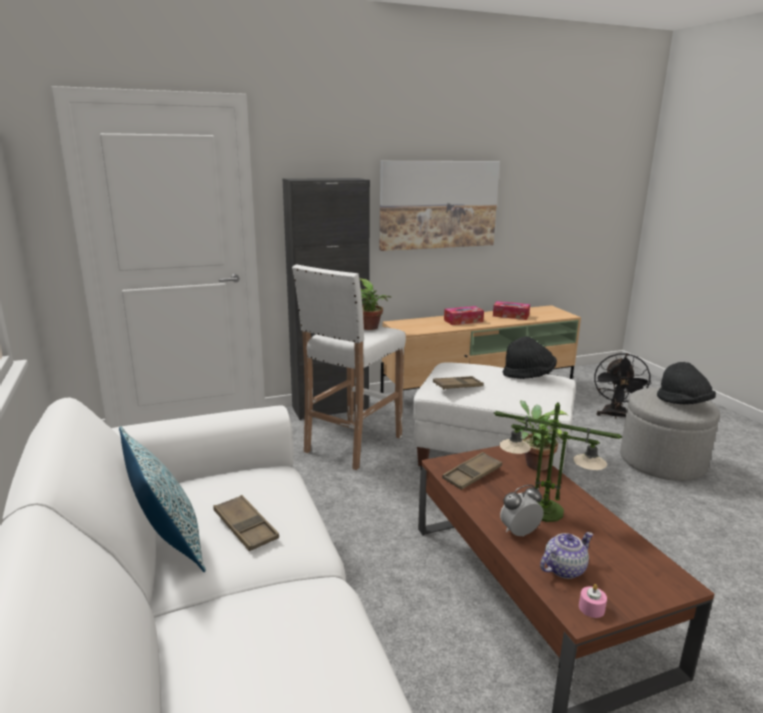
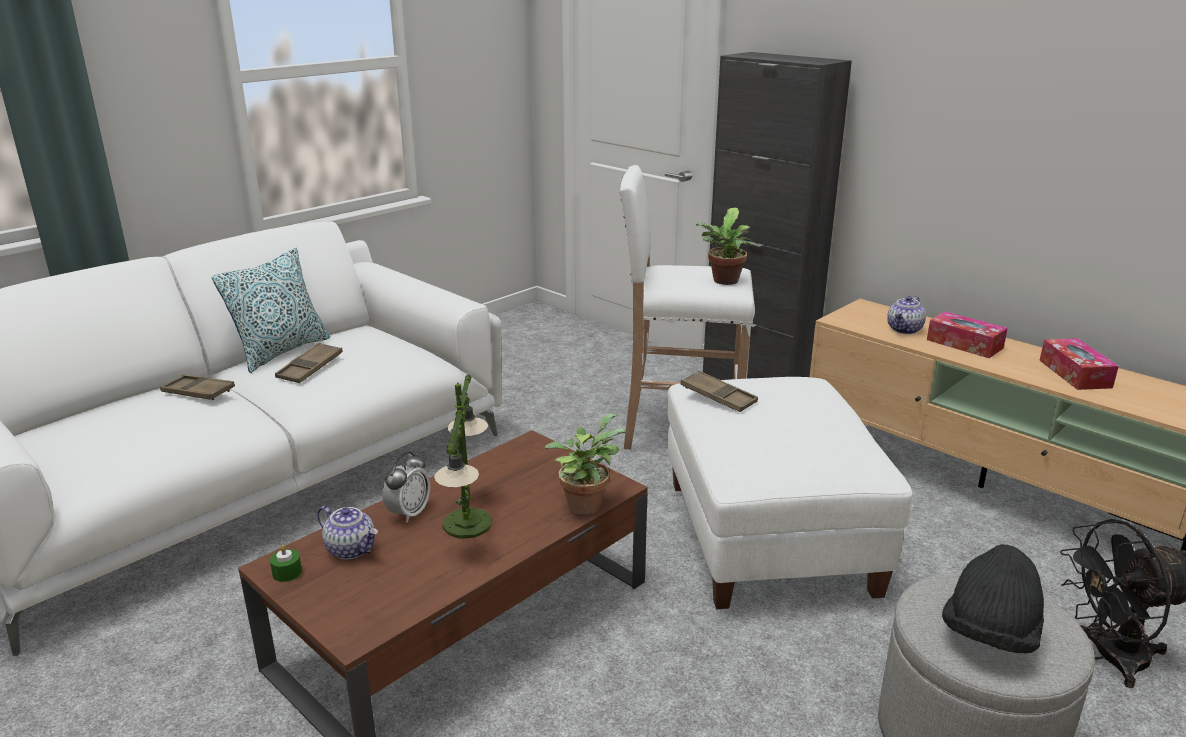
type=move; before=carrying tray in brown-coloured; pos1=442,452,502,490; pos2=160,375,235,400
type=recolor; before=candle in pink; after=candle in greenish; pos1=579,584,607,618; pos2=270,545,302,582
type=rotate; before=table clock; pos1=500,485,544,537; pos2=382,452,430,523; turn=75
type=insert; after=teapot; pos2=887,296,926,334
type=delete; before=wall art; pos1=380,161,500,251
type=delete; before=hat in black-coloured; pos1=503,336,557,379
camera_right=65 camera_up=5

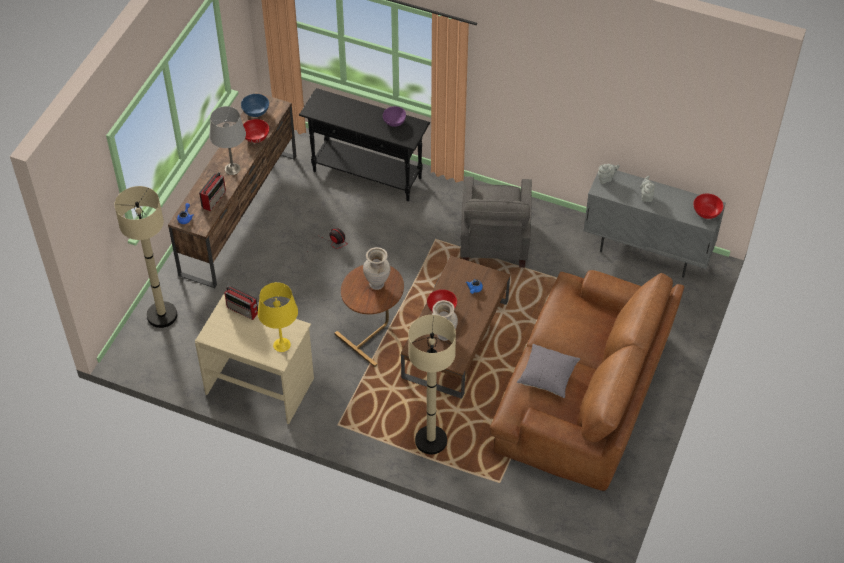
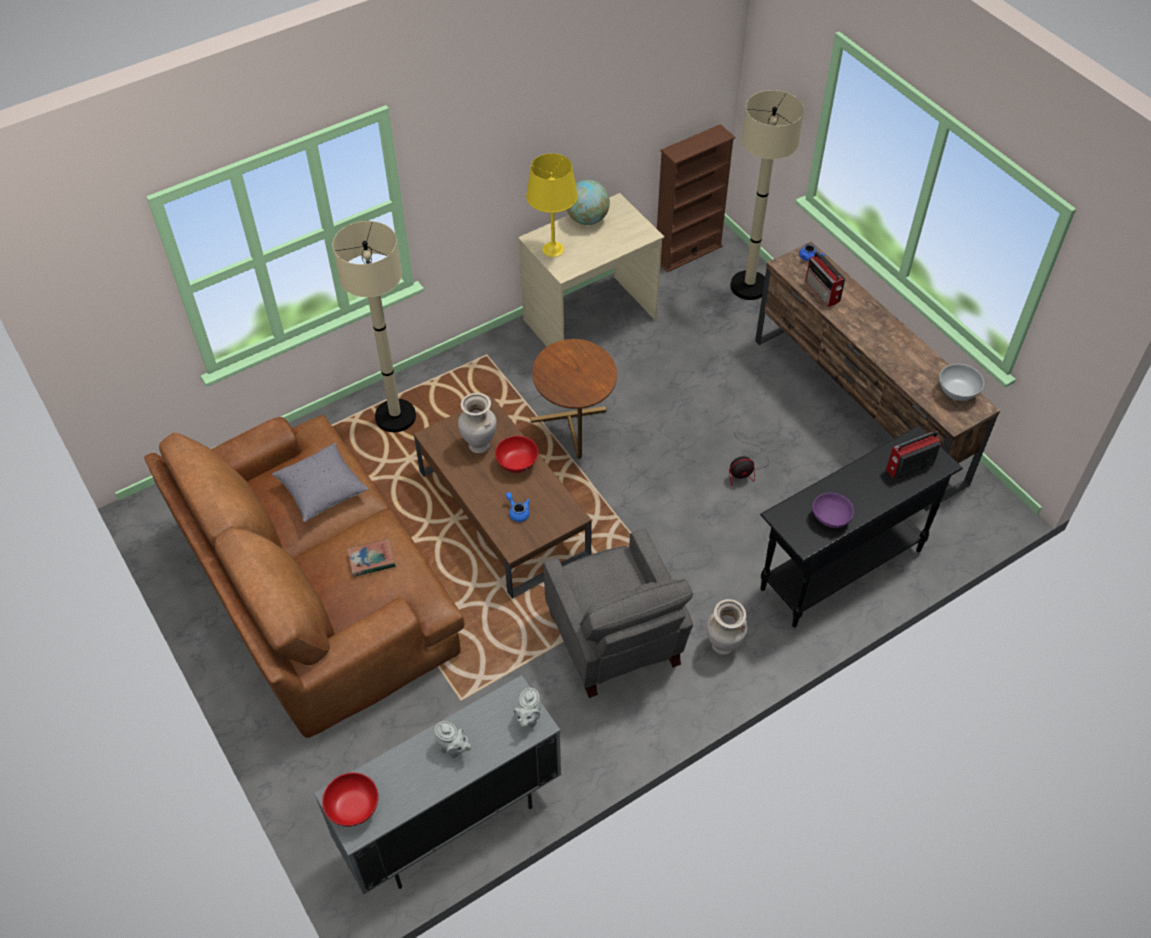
type=insert; after=volume; pos2=347,538,396,577
type=rotate; before=armchair in gray; pos1=460,176,532,268; pos2=543,529,693,698; turn=-150
type=insert; after=globe; pos2=567,180,610,225
type=insert; after=shelving unit in brown-coloured; pos2=657,124,735,272
type=move; before=vase in beige-coloured; pos1=363,247,390,290; pos2=706,599,747,655
type=move; before=radio set; pos1=225,286,258,320; pos2=886,431,941,480
type=recolor; before=deep dish in blue; after=deep dish in white; pos1=241,94,269,117; pos2=939,364,984,401
type=delete; before=tabletop lamp in gray; pos1=209,106,246,175
type=delete; before=deep dish in reddish; pos1=243,119,269,143
camera_right=125 camera_up=0

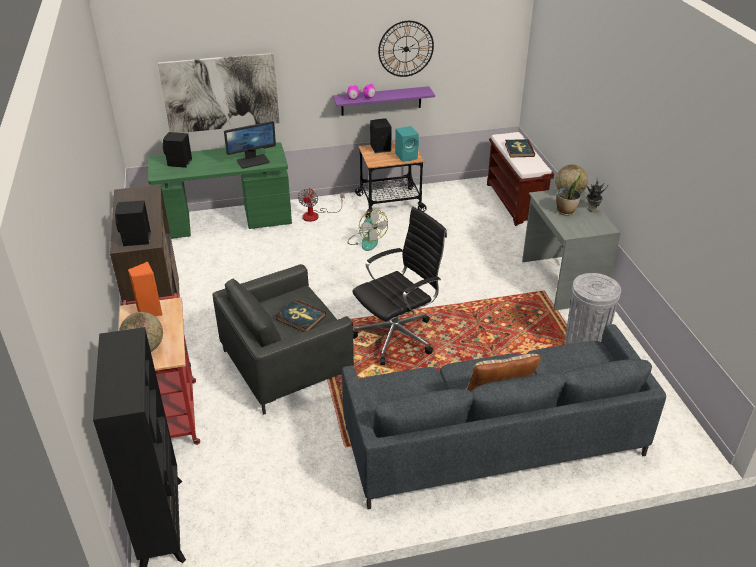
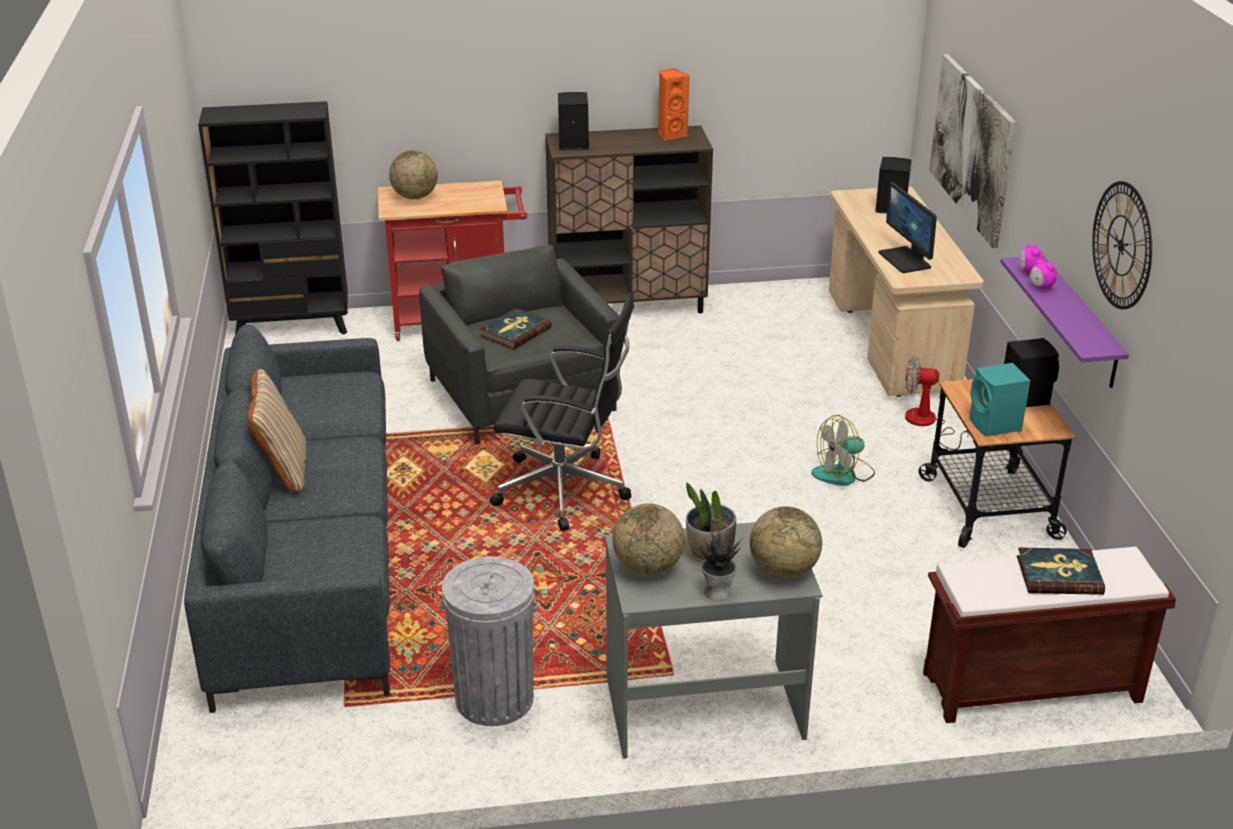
type=rotate; before=office chair in black-coloured; pos1=352,207,447,365; pos2=490,293,634,531; turn=-45
type=insert; after=globe; pos2=613,503,685,576
type=move; before=loudspeaker in orange-coloured; pos1=128,262,163,317; pos2=658,69,690,140
type=recolor; before=desk table in greenish; after=desk table in beige-coloured; pos1=148,142,292,239; pos2=829,187,984,397
camera_right=95 camera_up=-5

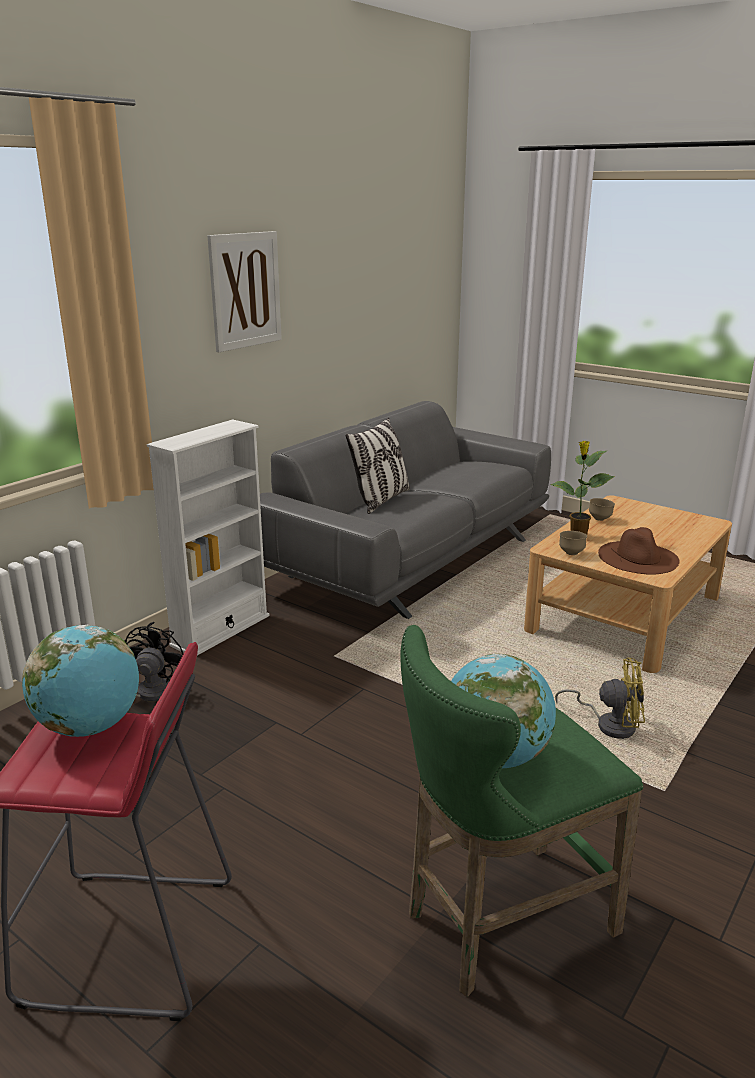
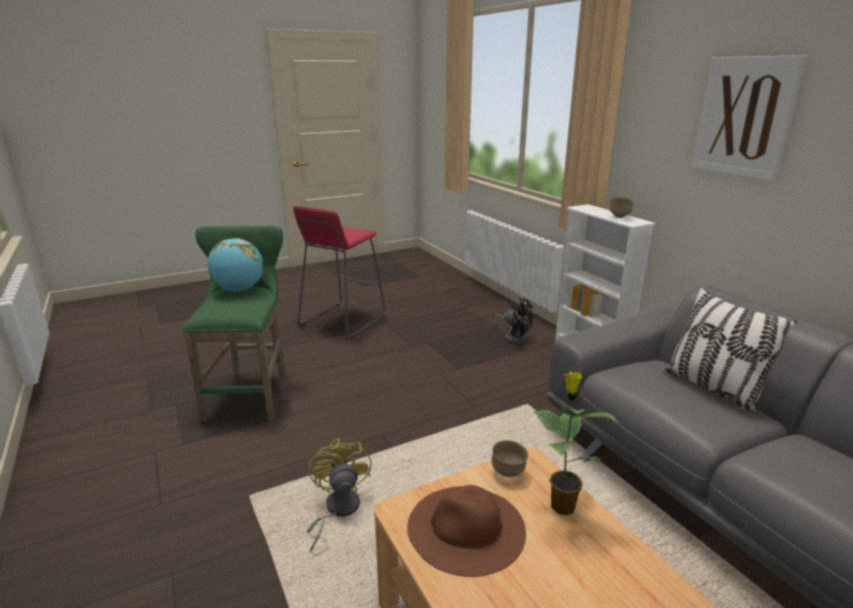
type=rotate; before=electric fan in yellowish; pos1=555,658,645,739; pos2=307,438,372,552; turn=135
type=move; before=deep dish in brown-coloured; pos1=589,498,615,521; pos2=609,197,634,218
type=delete; before=globe; pos1=22,625,139,737
camera_right=115 camera_up=0

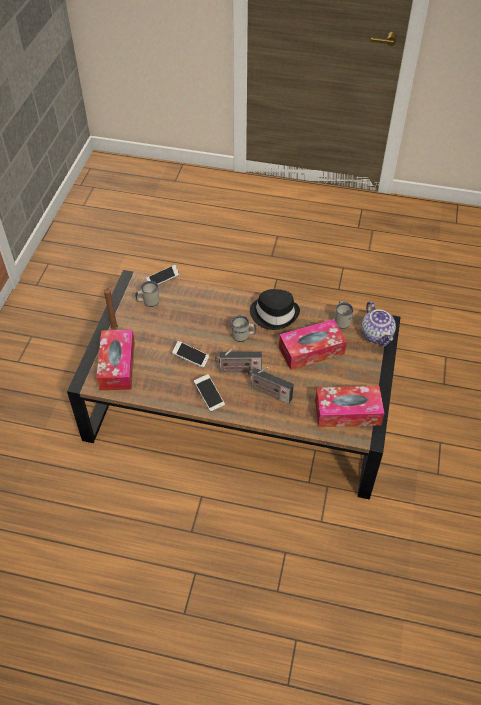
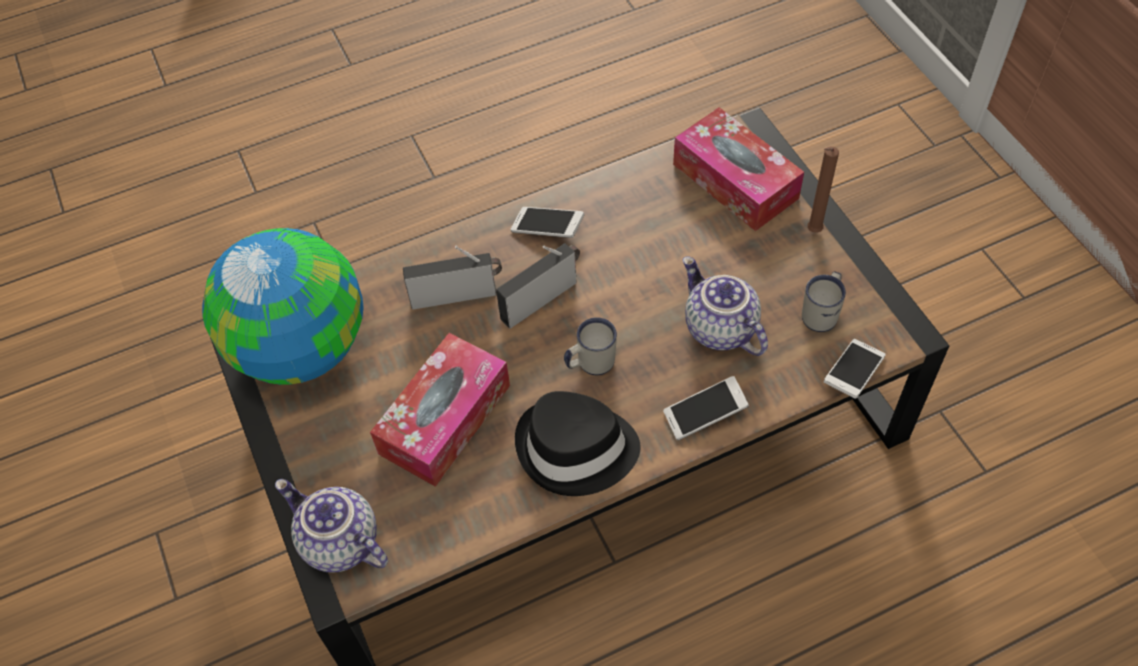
type=replace; before=tissue holder; after=globe; pos1=315,386,384,427; pos2=202,228,364,385
type=move; before=handset; pos1=172,341,209,368; pos2=663,376,749,440
type=insert; after=teapot; pos2=683,256,768,356
type=delete; before=tea mug in white; pos1=335,301,354,329
camera_right=145 camera_up=5

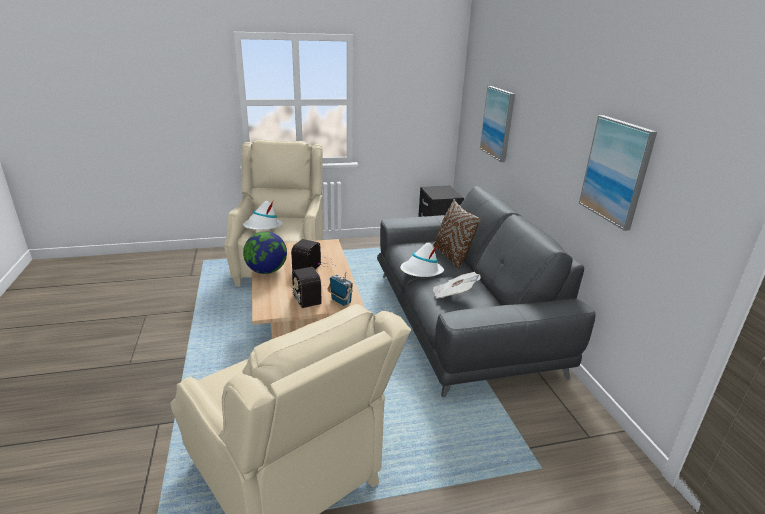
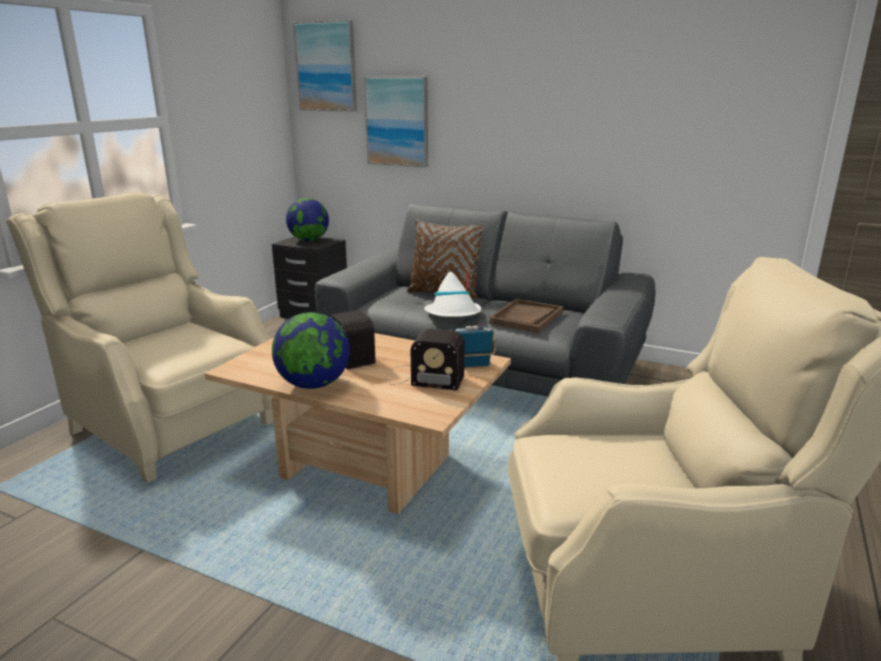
type=insert; after=globe; pos2=286,198,329,241
type=move; before=wall art; pos1=579,115,657,231; pos2=293,20,357,112
type=replace; before=printed paper; after=carrying tray in brown-coloured; pos1=433,272,481,299; pos2=489,299,563,333
type=delete; before=hat in white; pos1=243,201,283,230
camera_right=-50 camera_up=-5

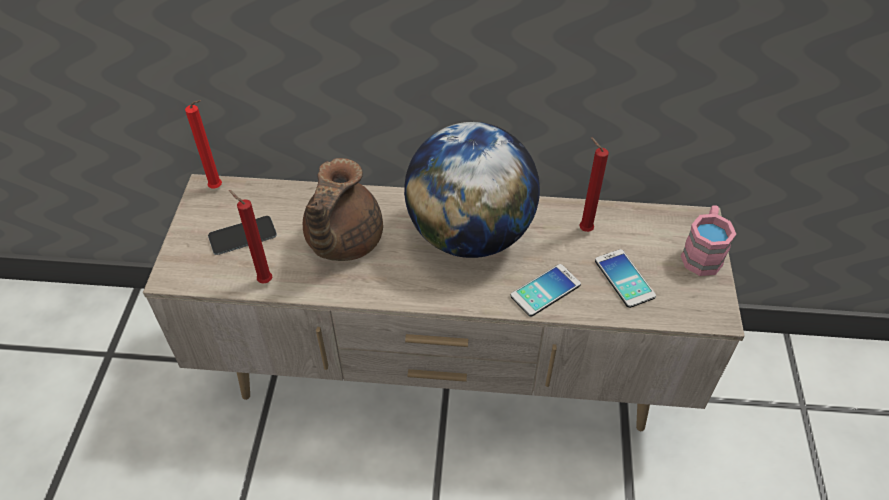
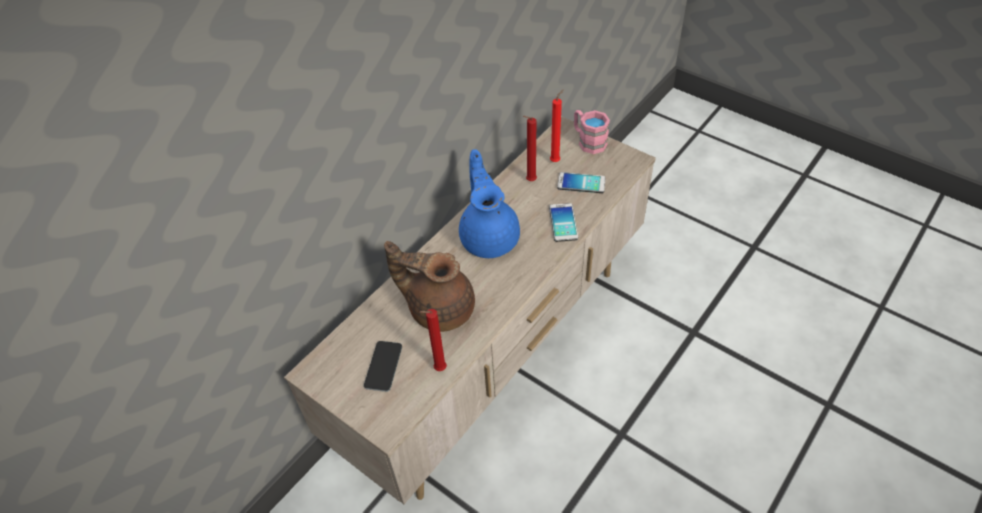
type=rotate; before=teapot in brown-coloured; pos1=303,158,383,261; pos2=384,241,475,332; turn=150
type=replace; before=globe; after=teapot in blue; pos1=404,122,540,258; pos2=459,149,520,258
type=move; before=candle in reddish; pos1=185,100,222,188; pos2=550,89,564,162
camera_right=-55 camera_up=0

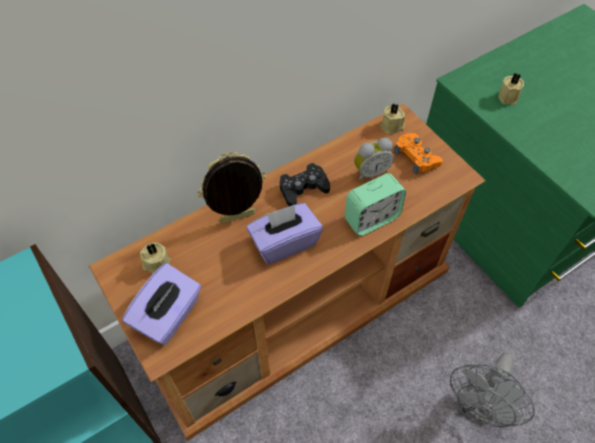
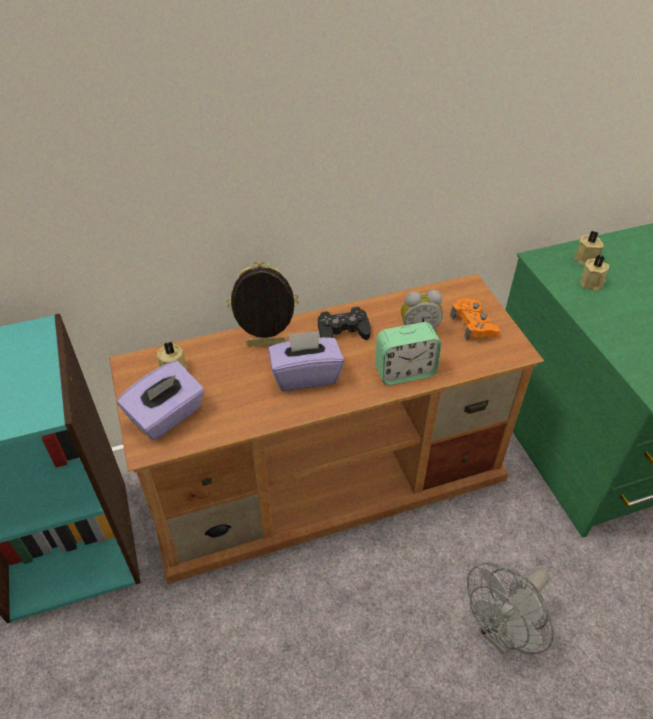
type=move; before=candle in beige-coloured; pos1=380,104,405,135; pos2=573,231,604,265
camera_right=15 camera_up=-10

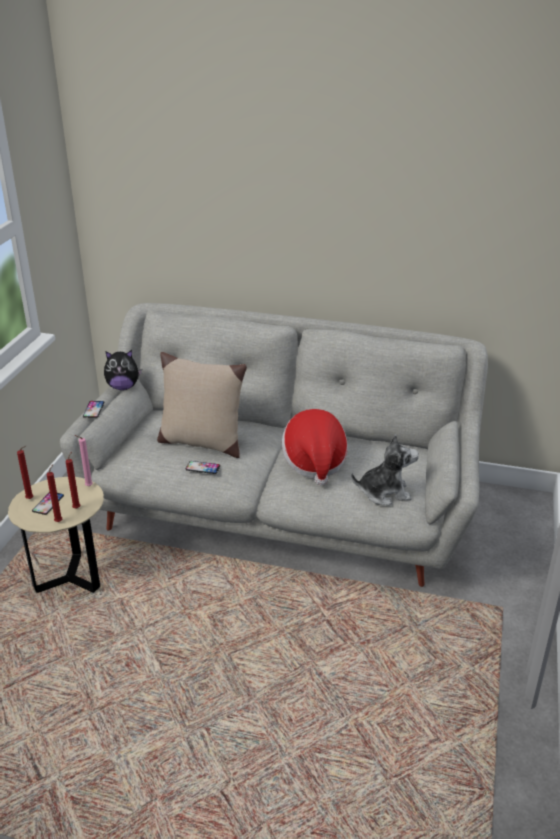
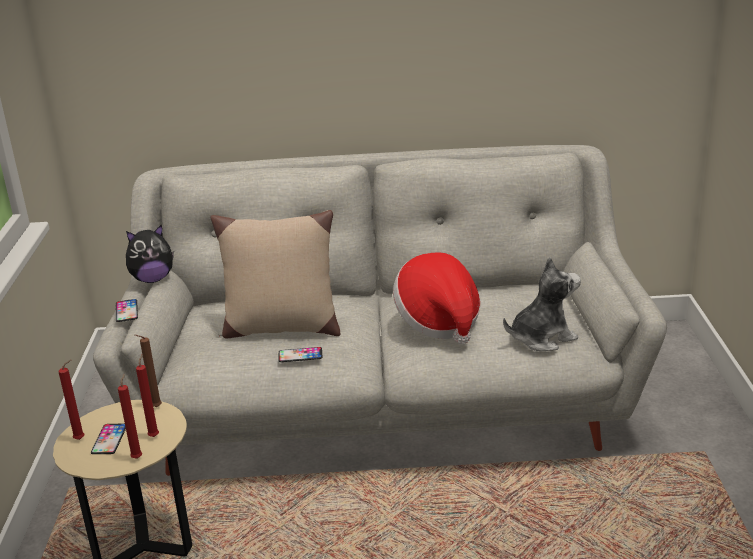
type=recolor; before=candle in pink; after=candle in brown-coloured; pos1=74,435,93,486; pos2=134,335,162,407
camera_right=-15 camera_up=-5

